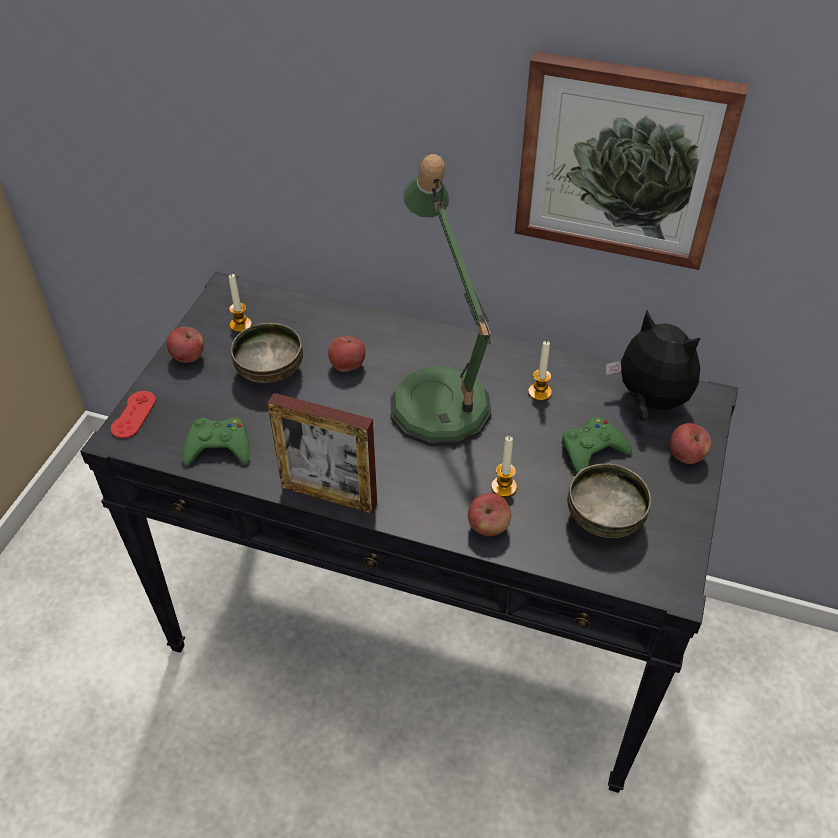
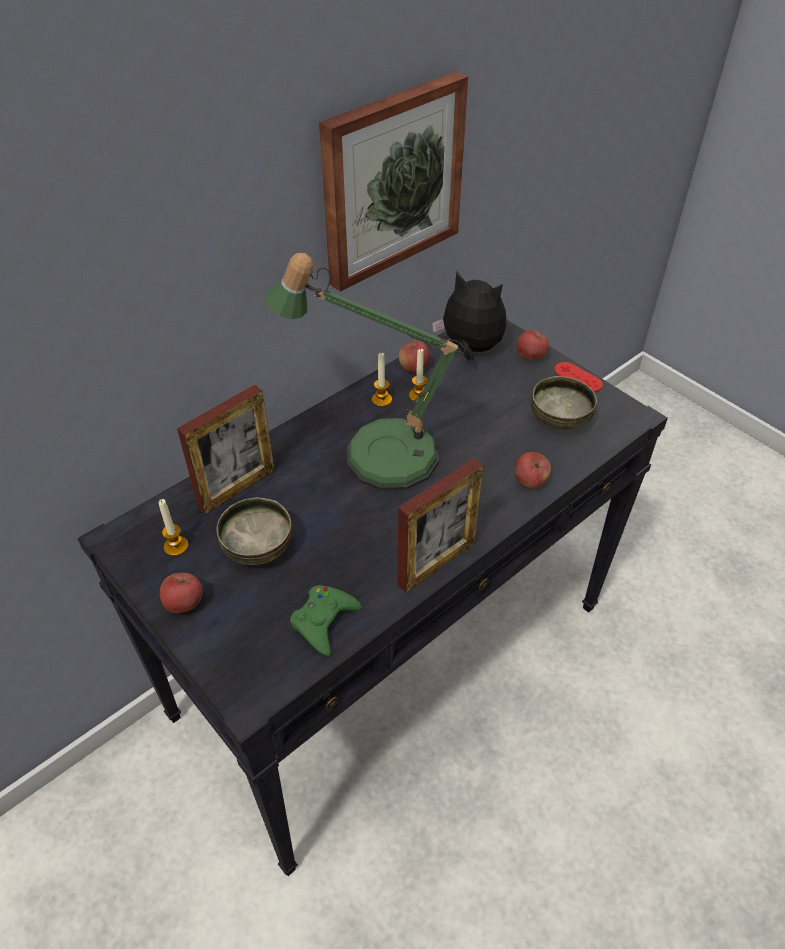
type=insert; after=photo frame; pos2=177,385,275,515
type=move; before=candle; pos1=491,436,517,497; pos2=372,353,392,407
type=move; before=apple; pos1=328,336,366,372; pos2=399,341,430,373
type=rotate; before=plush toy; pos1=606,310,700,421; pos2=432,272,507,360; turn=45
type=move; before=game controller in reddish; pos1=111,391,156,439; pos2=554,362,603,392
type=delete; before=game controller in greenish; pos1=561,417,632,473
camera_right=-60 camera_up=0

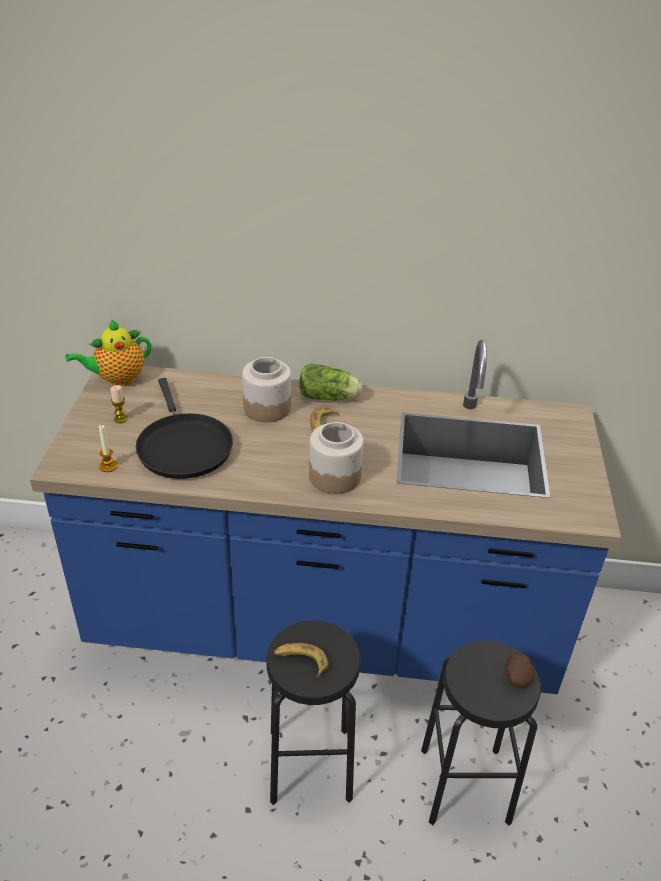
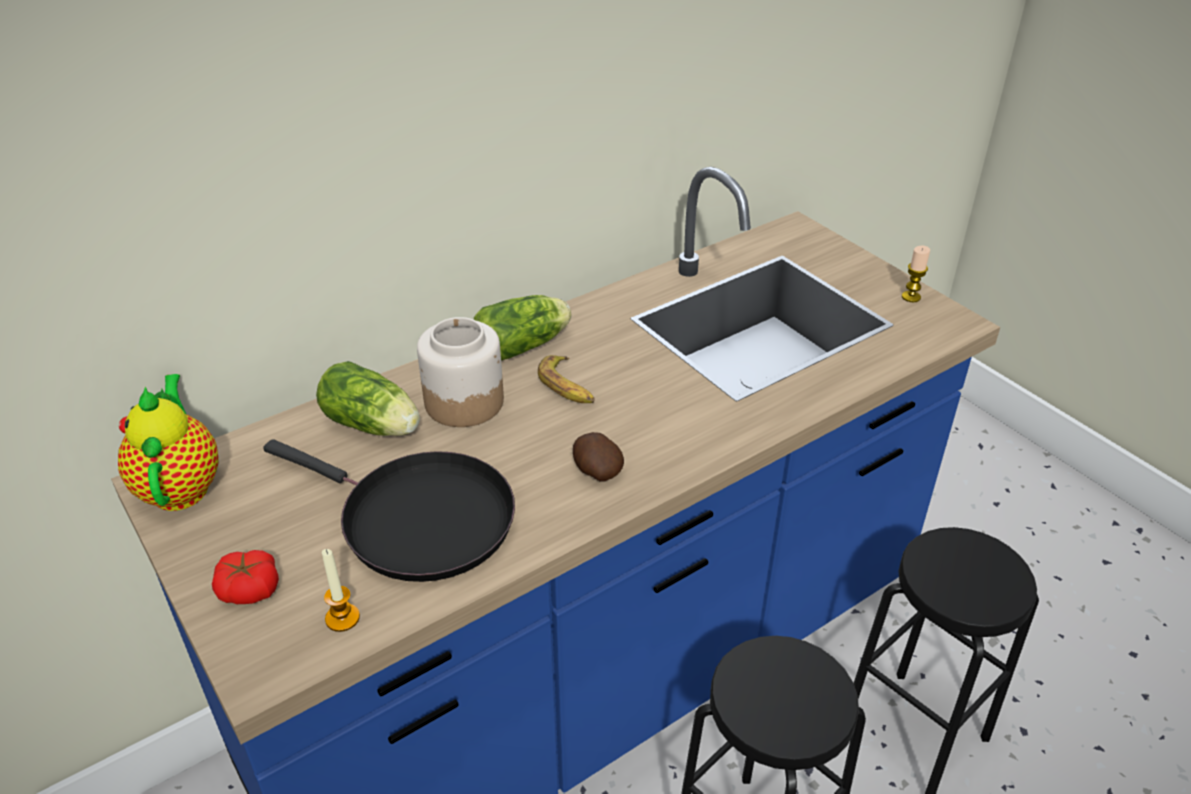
type=rotate; before=teapot; pos1=65,320,151,386; pos2=118,374,218,511; turn=150
type=insert; after=whole tomato; pos2=212,550,279,604
type=insert; after=lettuce; pos2=316,361,420,436
type=move; before=potato; pos1=505,652,535,687; pos2=573,432,624,482
type=move; before=candle; pos1=110,385,128,423; pos2=902,246,930,302
type=delete; before=banana fruit; pos1=274,643,329,677
type=delete; before=storage jar; pos1=309,422,364,494
camera_right=-40 camera_up=0

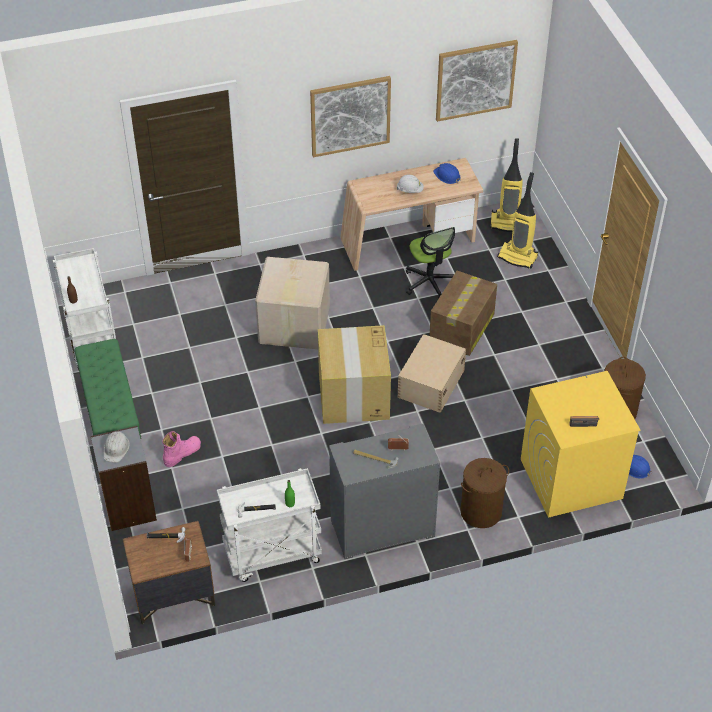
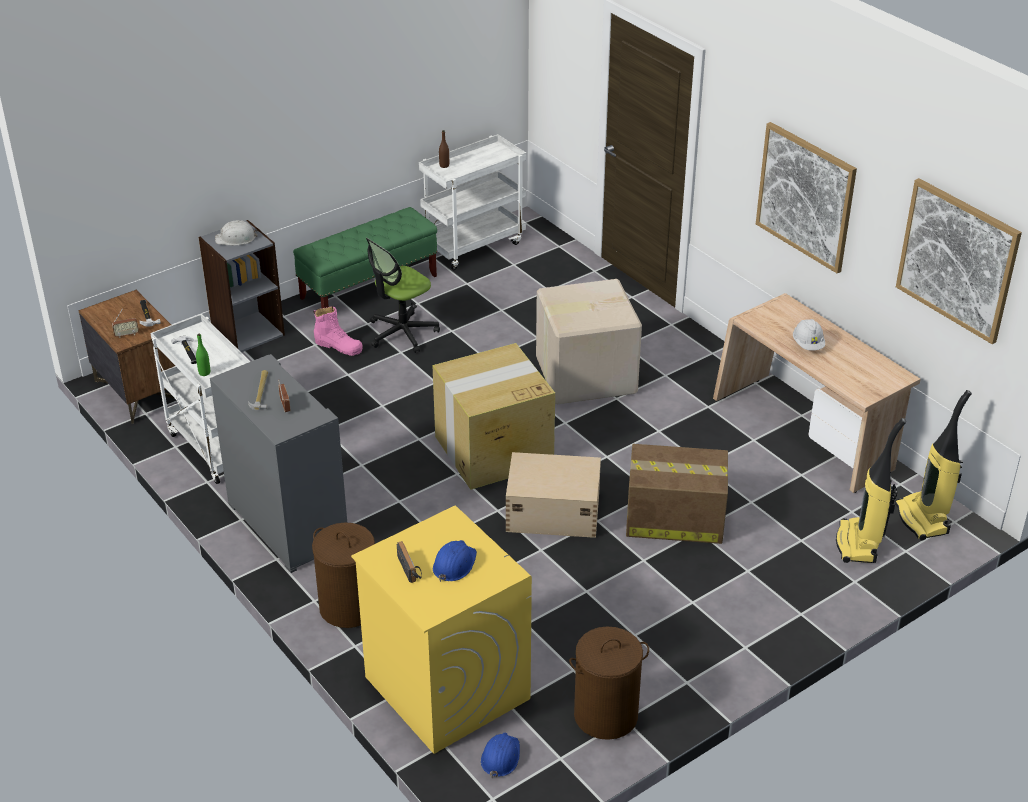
type=move; before=office chair; pos1=406,227,455,299; pos2=366,237,440,353
type=move; before=work helmet in blue; pos1=433,163,460,184; pos2=433,540,477,582
camera_right=70 camera_up=-10

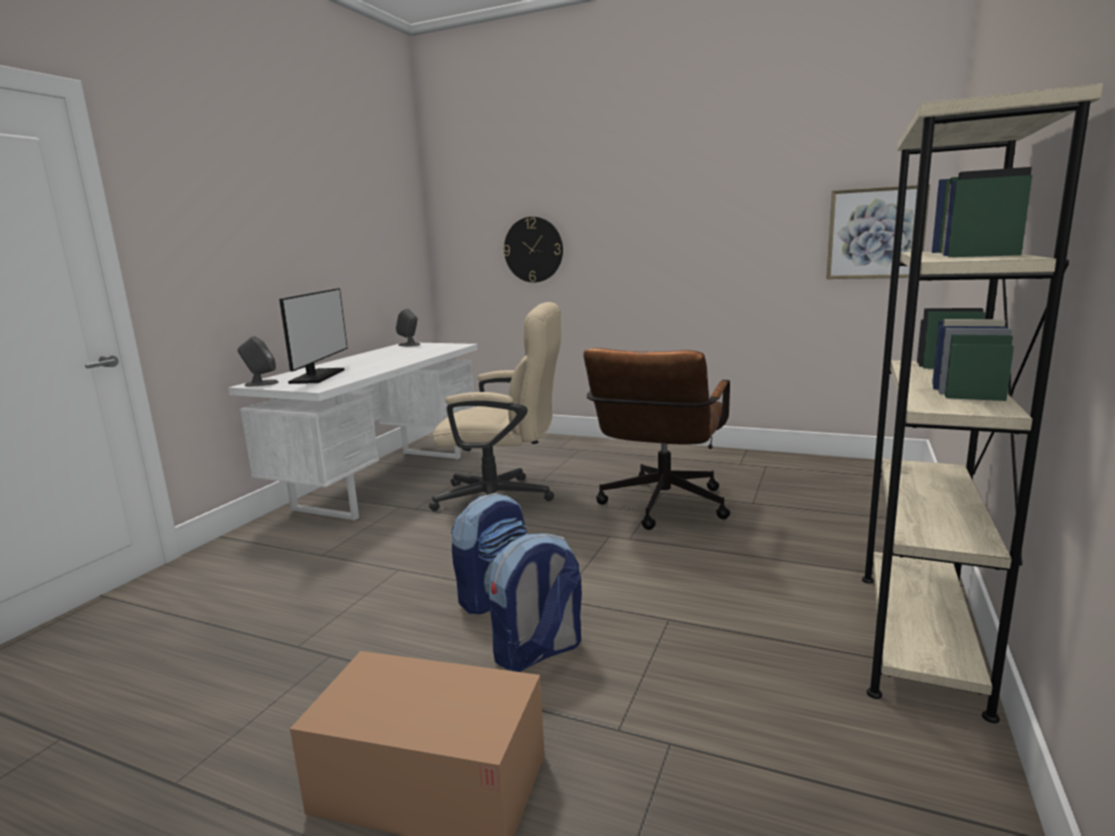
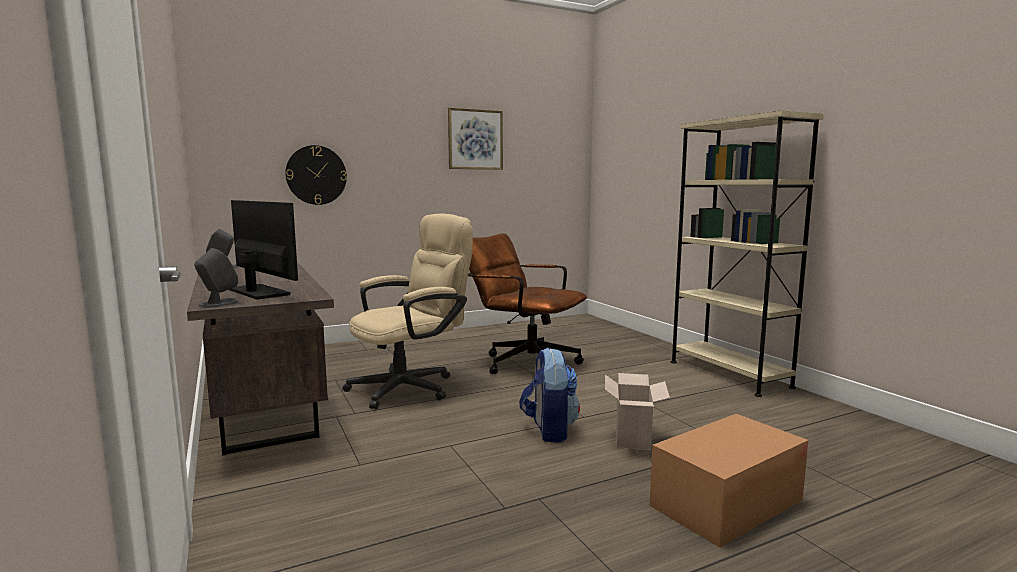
type=recolor; before=desk table in white; after=desk table in brown-coloured; pos1=228,342,478,520; pos2=187,262,334,456
type=move; before=wall art; pos1=826,184,930,279; pos2=448,108,503,170
type=rotate; before=office chair in brown-coloured; pos1=583,348,730,530; pos2=468,233,587,374; turn=150
type=replace; before=backpack; after=cardboard box; pos1=489,533,582,672; pos2=605,373,670,451
camera_right=-50 camera_up=-5

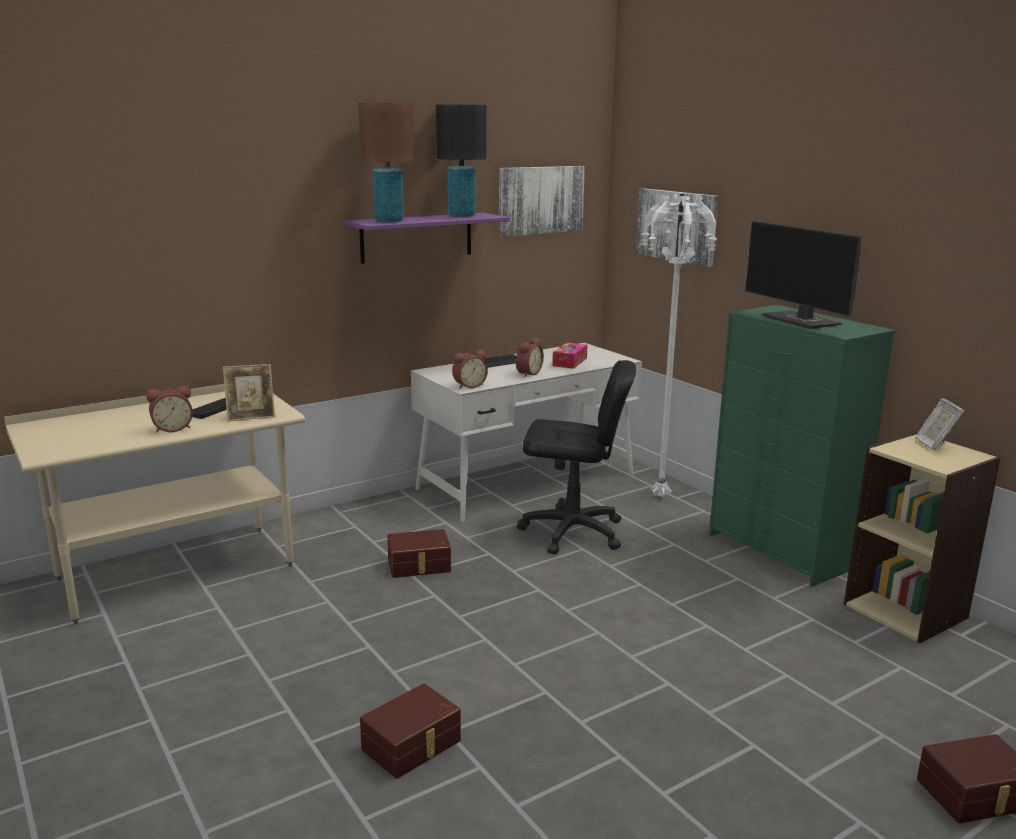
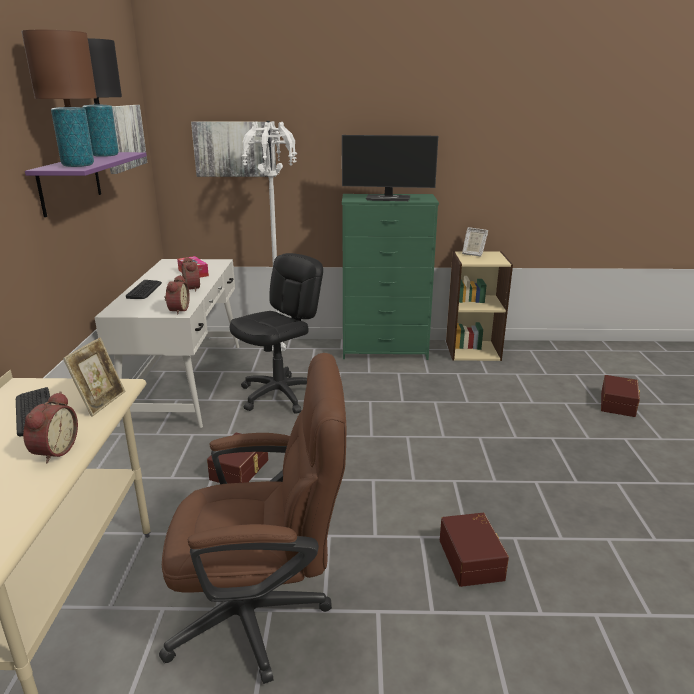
type=insert; after=office chair in brown-coloured; pos2=159,353,346,684
camera_right=-55 camera_up=5

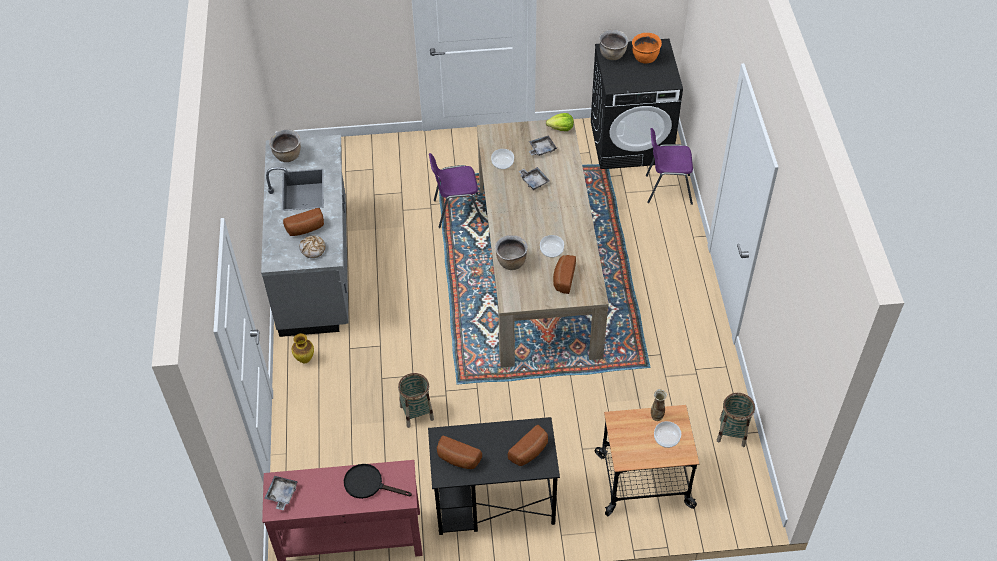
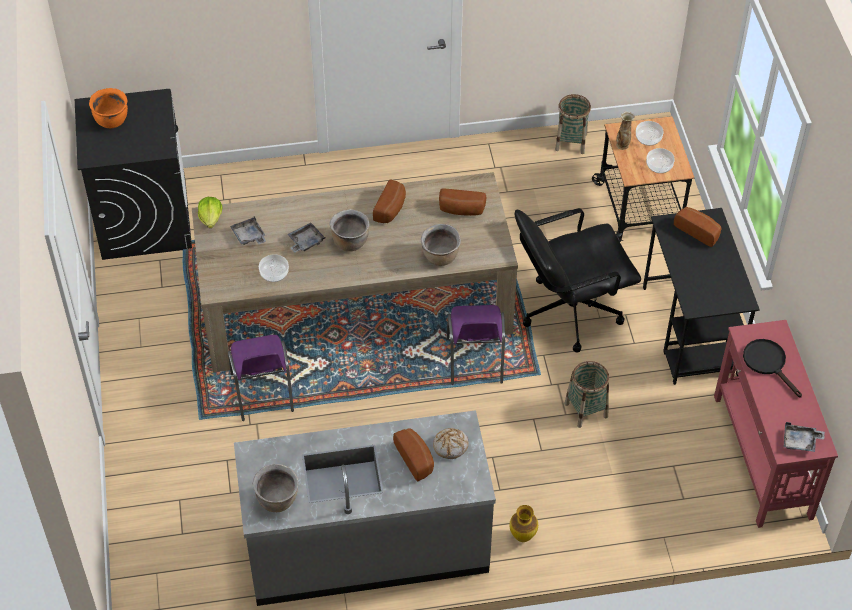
type=move; before=cooking pot in brown-coloured; pos1=599,29,629,60; pos2=329,209,369,252
type=move; before=baked bread; pos1=437,436,482,469; pos2=373,179,406,223
type=move; before=plain chair in purplish; pos1=646,128,693,205; pos2=447,305,505,385
type=insert; after=office chair in black-coloured; pos2=515,208,641,352
type=move; before=deep dish; pos1=540,235,564,258; pos2=646,148,675,173
type=rotate; before=pan in black-coloured; pos1=344,464,412,499; pos2=743,339,802,397; turn=135
camera_right=-95 camera_up=0

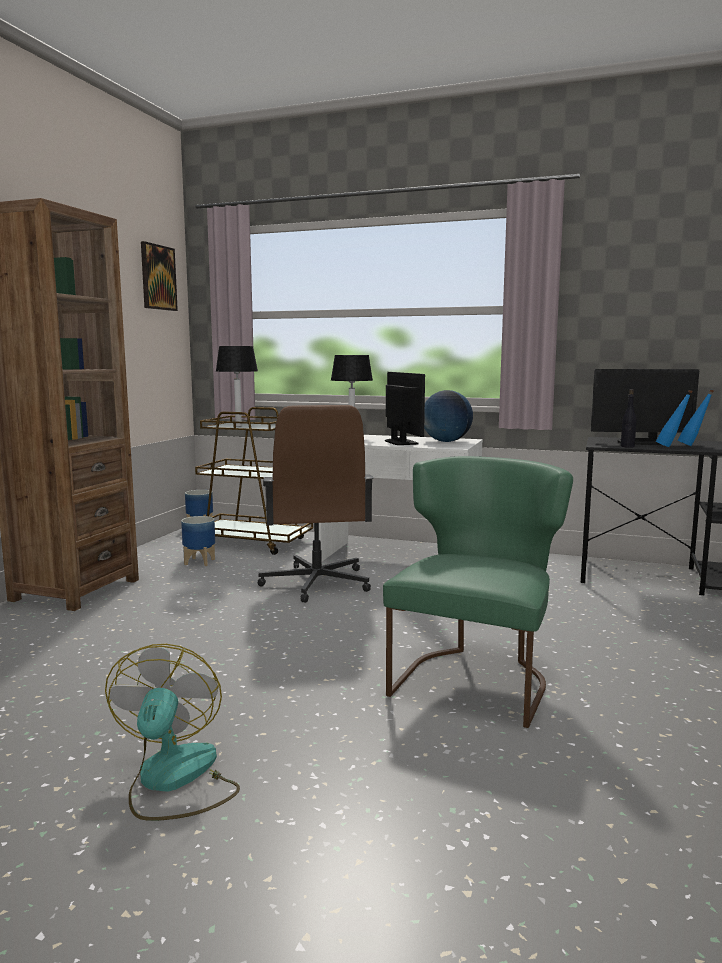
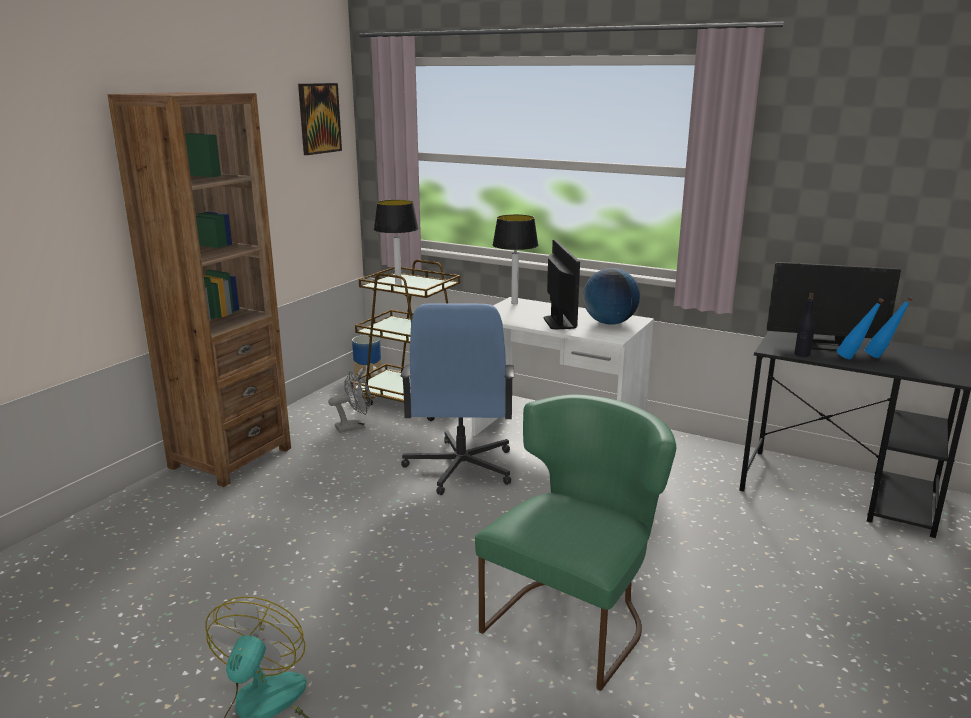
type=replace; before=planter; after=electric fan in gray; pos1=181,516,215,566; pos2=328,371,371,433
type=recolor; before=office chair in brown-coloured; after=office chair in blue; pos1=257,405,374,603; pos2=401,303,515,495
camera_right=10 camera_up=10

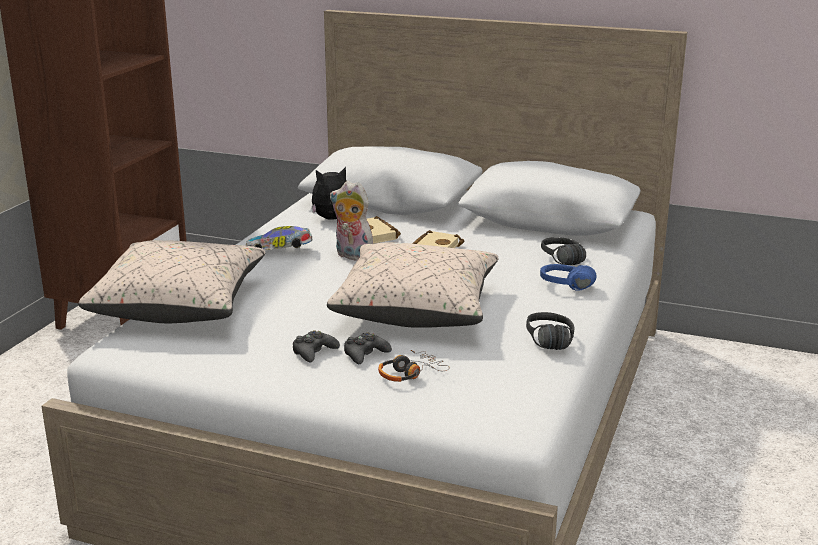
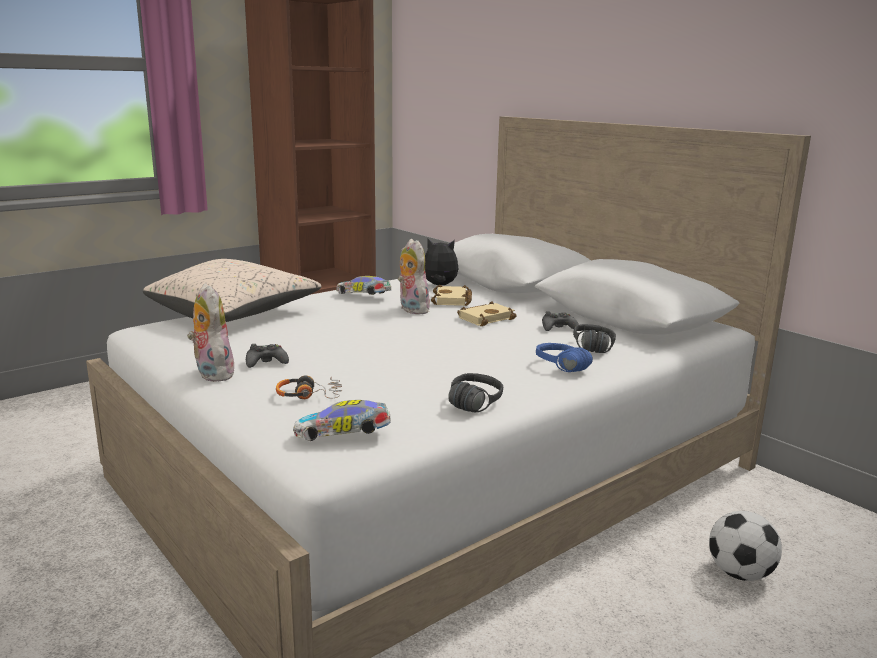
type=insert; after=plush toy; pos2=187,283,235,382
type=insert; after=model car; pos2=293,400,391,441
type=move; before=game controller in black-coloured; pos1=344,332,392,364; pos2=542,311,579,331
type=insert; after=football ball; pos2=709,511,782,581
type=delete; before=cushion in beige-coloured; pos1=327,243,499,328
camera_right=30 camera_up=-5

